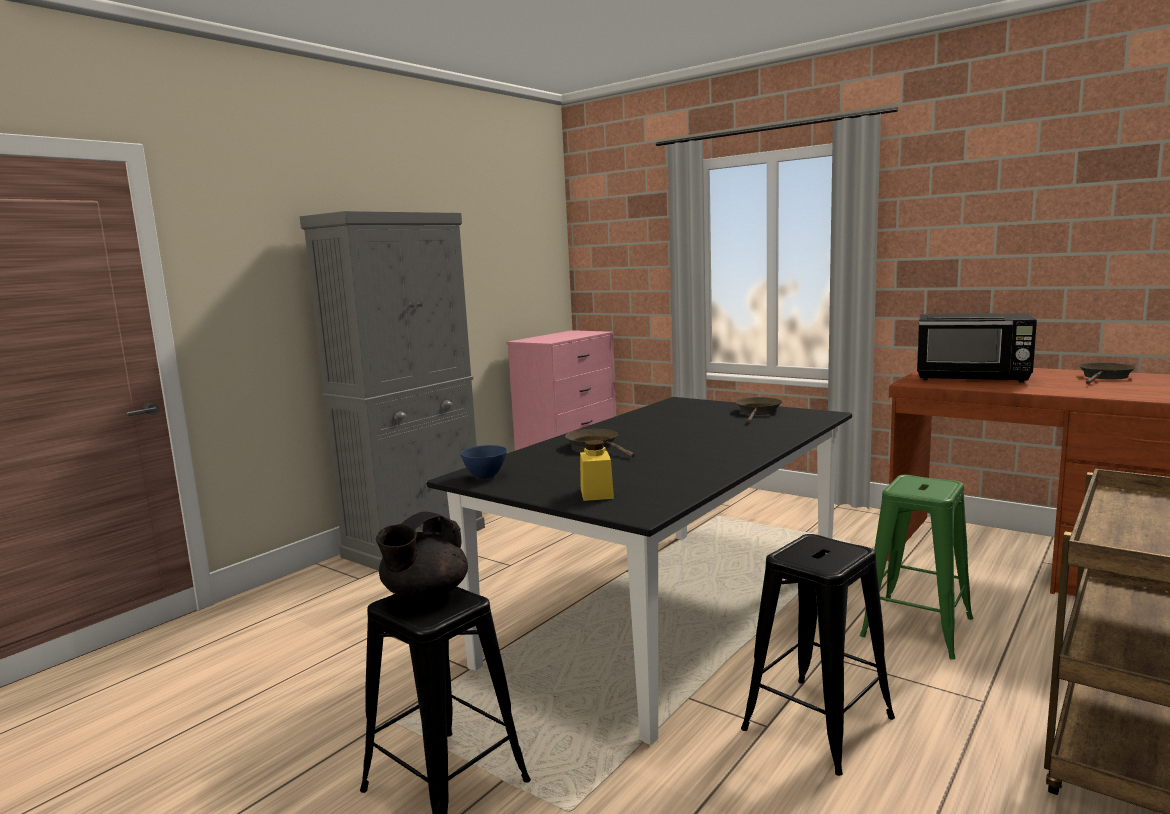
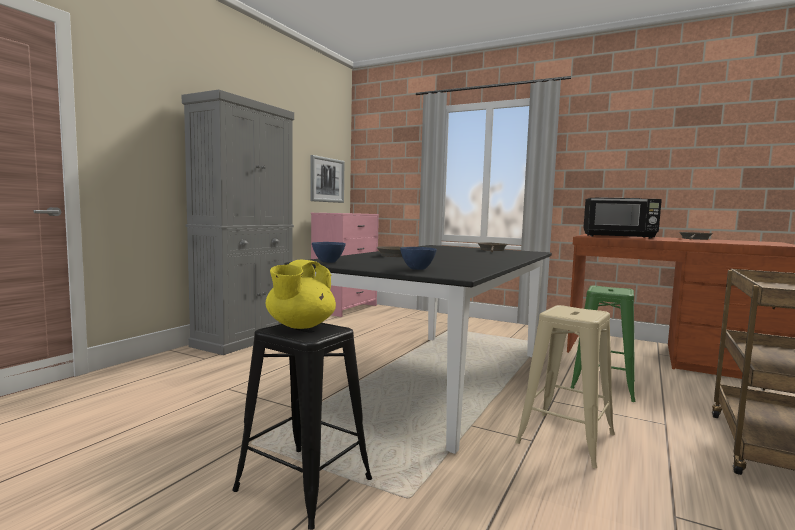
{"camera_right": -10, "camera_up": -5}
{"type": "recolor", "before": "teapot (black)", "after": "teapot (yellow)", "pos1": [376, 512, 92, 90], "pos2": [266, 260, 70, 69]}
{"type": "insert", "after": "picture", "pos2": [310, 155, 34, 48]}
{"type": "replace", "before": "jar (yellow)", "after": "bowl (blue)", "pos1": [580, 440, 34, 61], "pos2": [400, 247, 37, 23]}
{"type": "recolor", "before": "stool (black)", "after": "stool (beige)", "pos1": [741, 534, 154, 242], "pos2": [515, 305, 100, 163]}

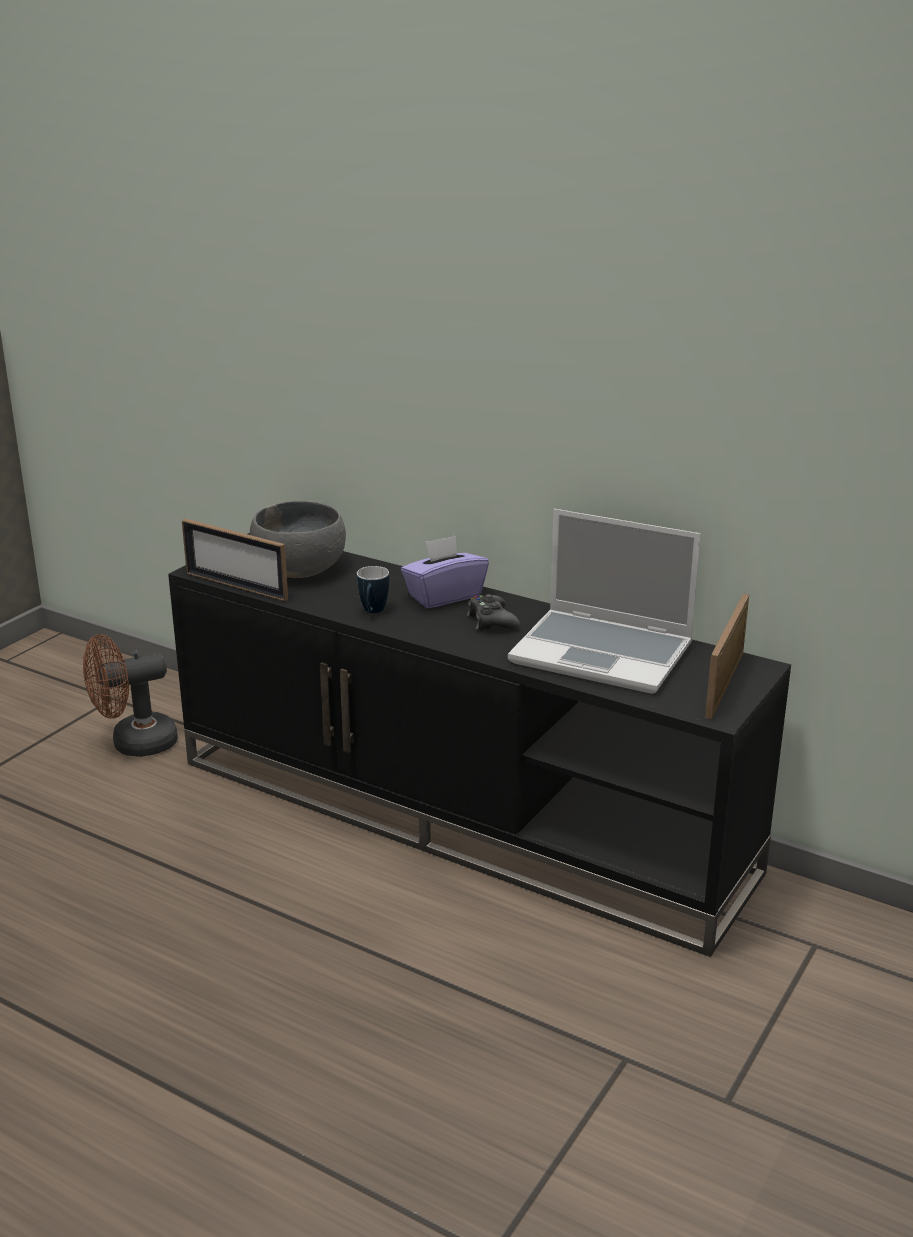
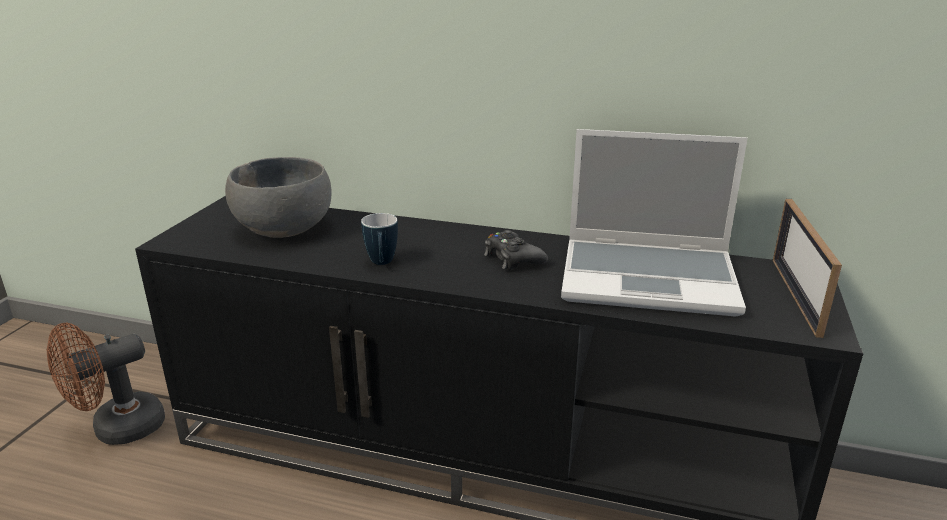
{"camera_right": -15, "camera_up": 0}
{"type": "delete", "before": "picture frame", "pos1": [182, 519, 106, 82]}
{"type": "delete", "before": "tissue box (purple)", "pos1": [401, 535, 88, 73]}

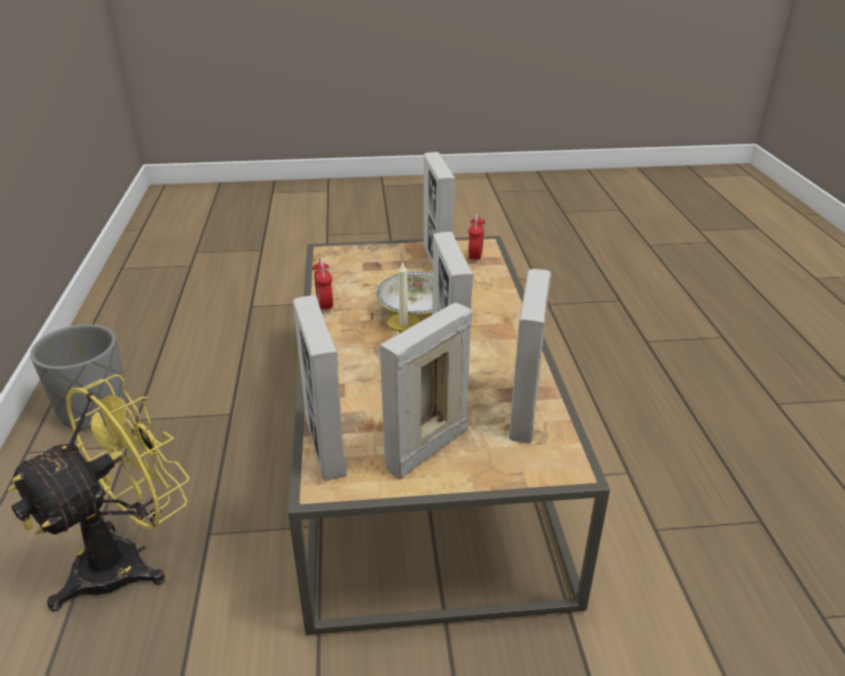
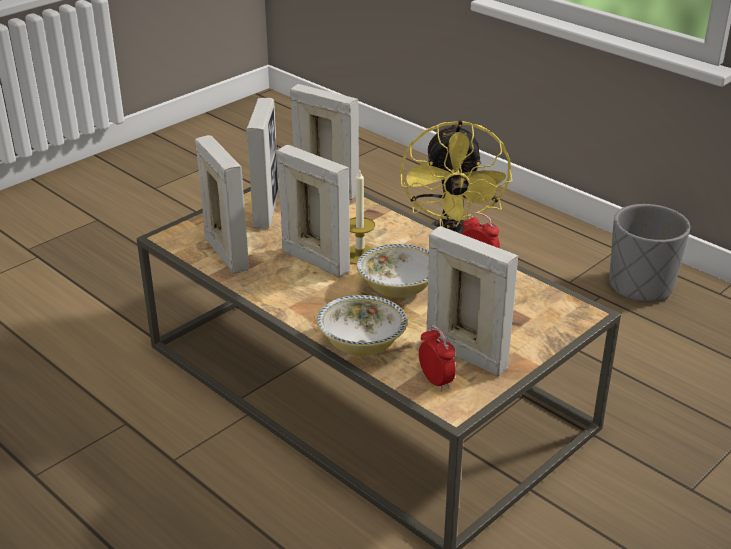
{"camera_right": 140, "camera_up": 0}
{"type": "insert", "after": "bowl", "pos2": [316, 295, 91, 61]}

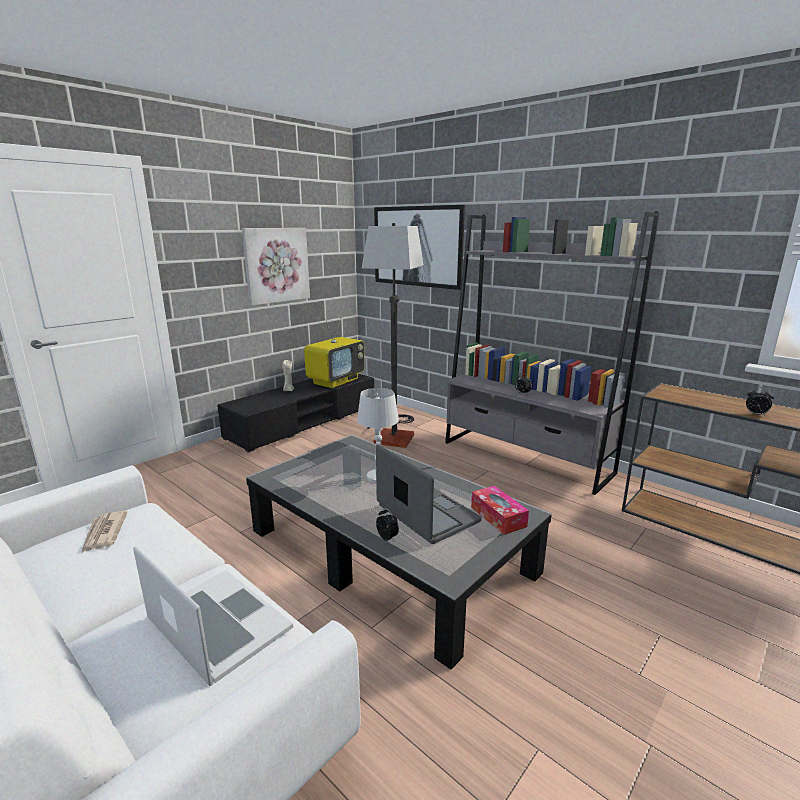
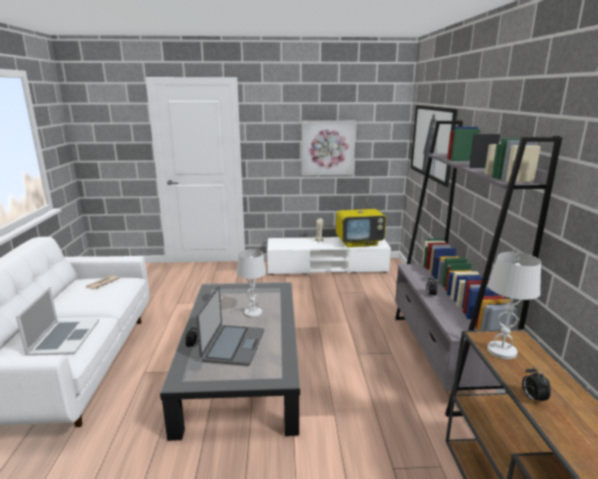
{"camera_right": 45, "camera_up": 0}
{"type": "recolor", "before": "tv stand (black)", "after": "tv stand (white)", "pos1": [217, 373, 157, 80], "pos2": [267, 237, 124, 38]}
{"type": "insert", "after": "table lamp (white)", "pos2": [487, 252, 54, 107]}
{"type": "delete", "before": "floor lamp", "pos1": [362, 223, 62, 225]}
{"type": "delete", "before": "tissue box", "pos1": [471, 486, 58, 49]}

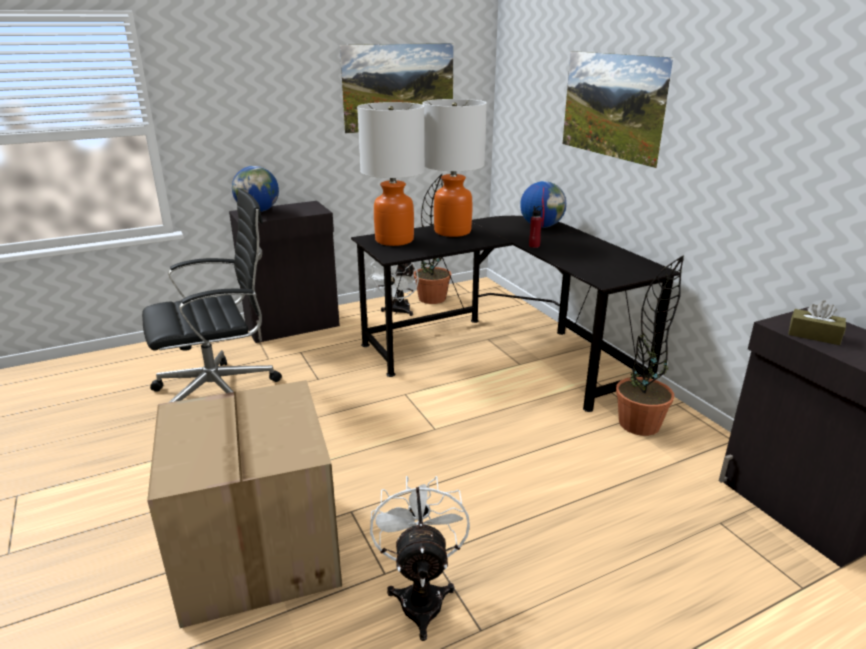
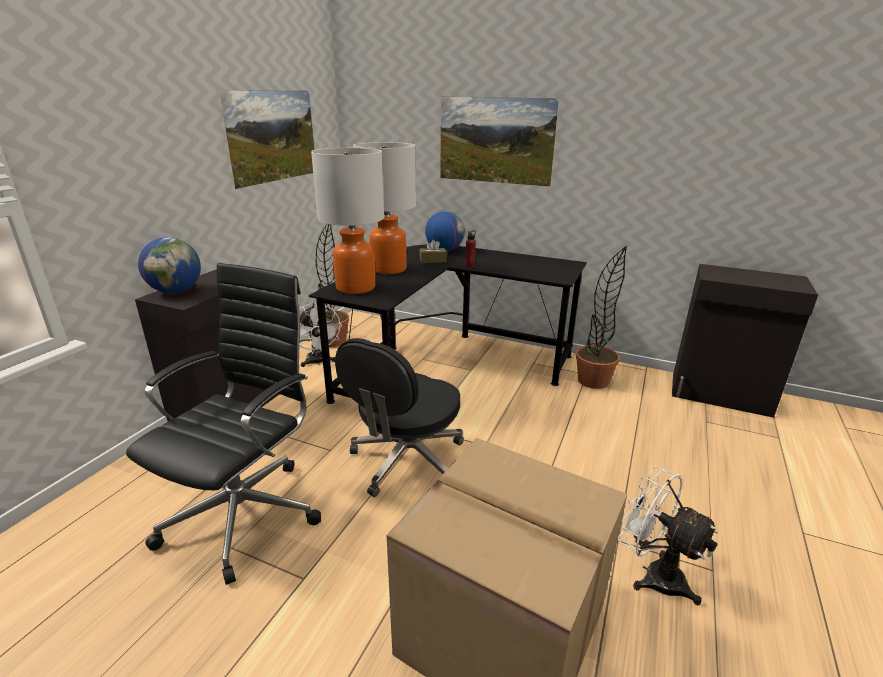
{"camera_right": -40, "camera_up": 0}
{"type": "insert", "after": "office chair (black)", "pos2": [335, 338, 129, 159]}
{"type": "move", "before": "tissue box (brown)", "pos1": [788, 300, 58, 45], "pos2": [419, 240, 28, 23]}

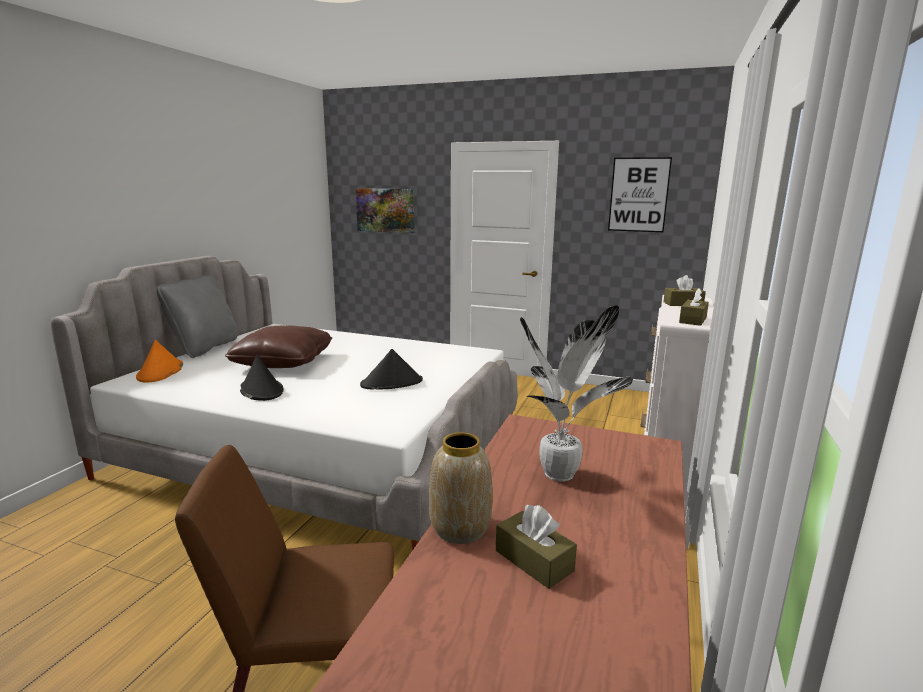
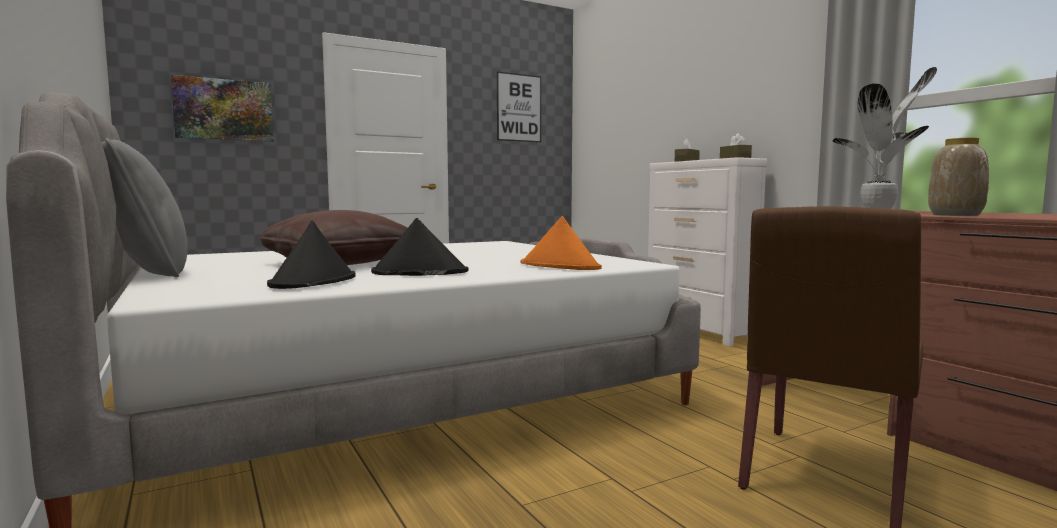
{"camera_right": -50, "camera_up": -10}
{"type": "move", "before": "hat (black)", "pos1": [360, 349, 63, 41], "pos2": [267, 221, 89, 68]}
{"type": "move", "before": "hat (orange)", "pos1": [136, 340, 47, 43], "pos2": [520, 216, 82, 54]}
{"type": "delete", "before": "tissue box (brown)", "pos1": [496, 505, 81, 84]}

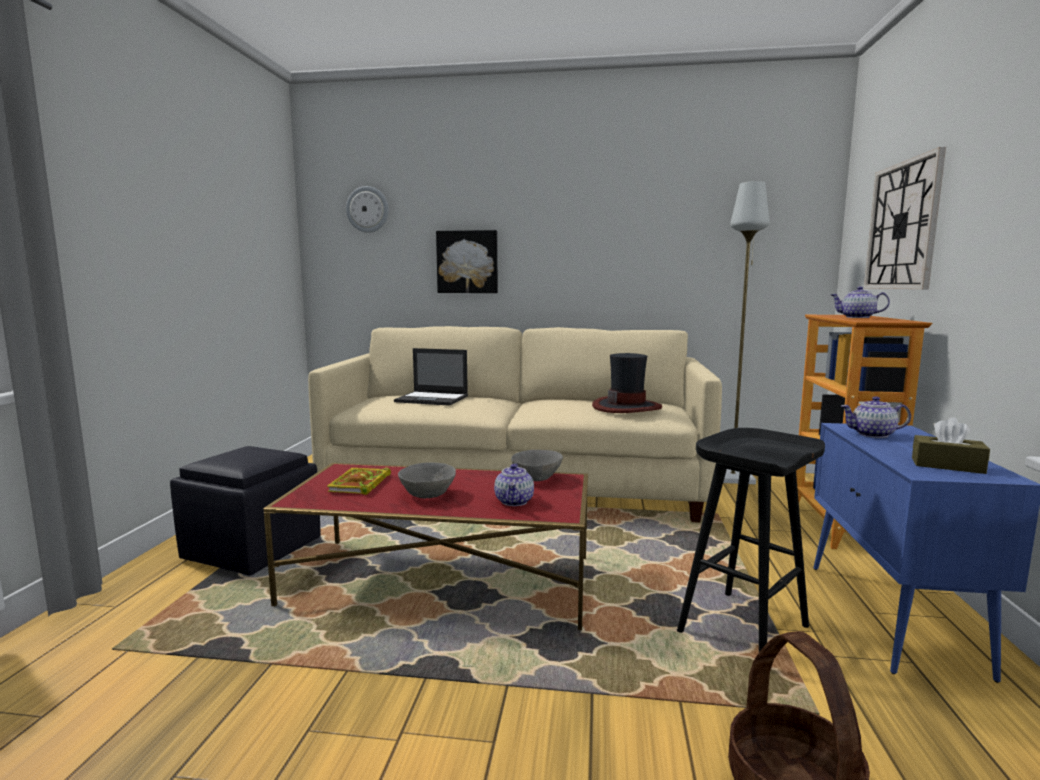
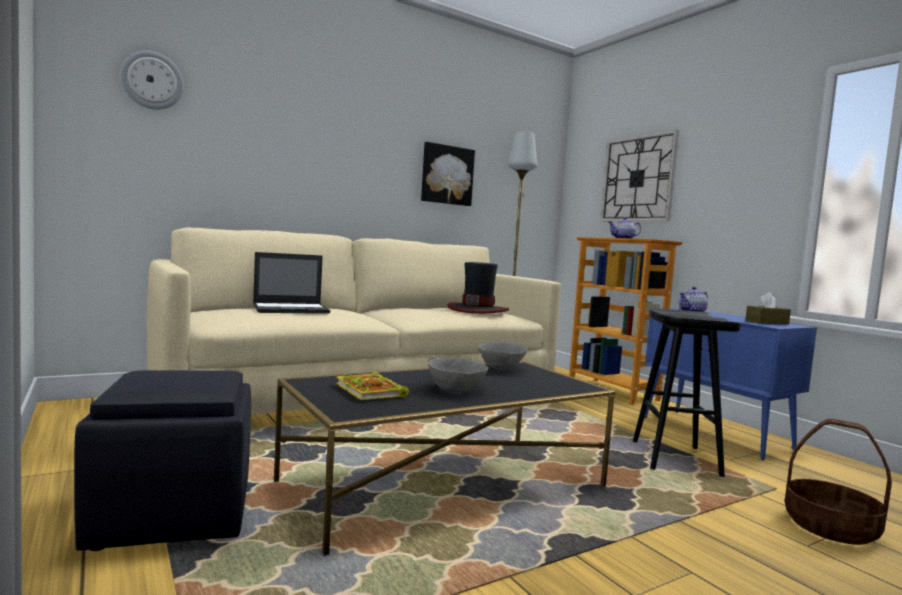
{"camera_right": -40, "camera_up": -5}
{"type": "recolor", "before": "coffee table (red)", "after": "coffee table (black)", "pos1": [263, 463, 325, 167], "pos2": [274, 361, 341, 195]}
{"type": "move", "before": "picture", "pos1": [436, 230, 62, 63], "pos2": [421, 142, 54, 64]}
{"type": "delete", "before": "teapot", "pos1": [494, 463, 40, 43]}

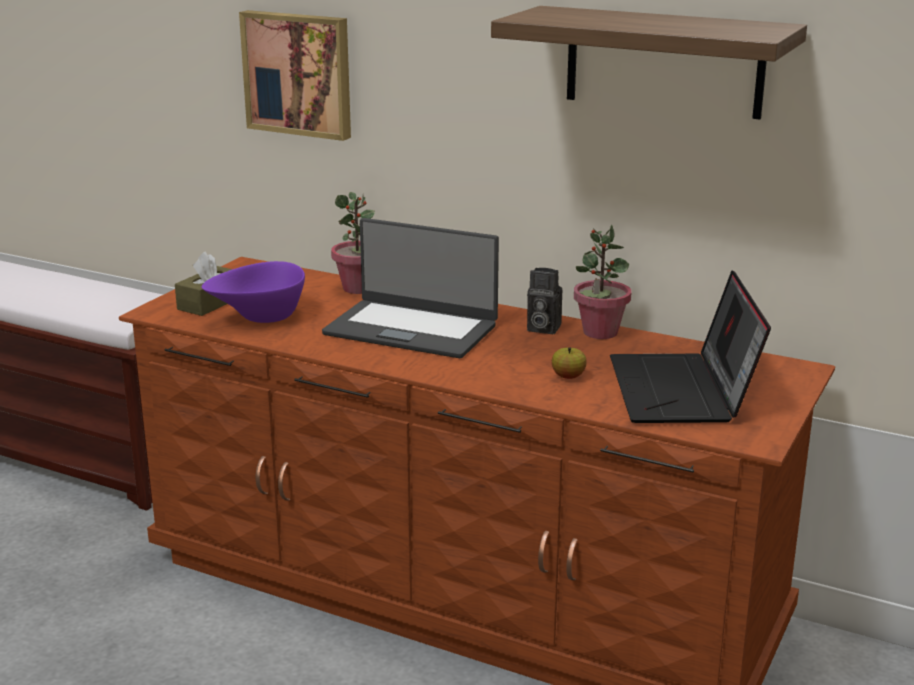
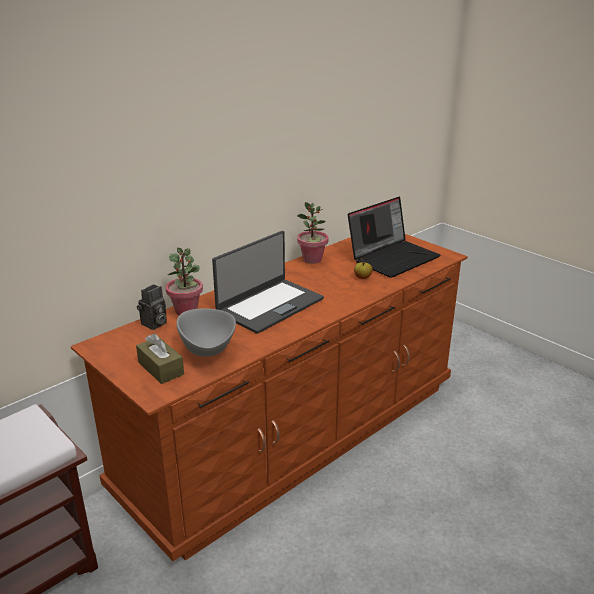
{"camera_right": -70, "camera_up": 5}
{"type": "move", "before": "photo camera", "pos1": [527, 268, 35, 66], "pos2": [137, 284, 30, 46]}
{"type": "recolor", "before": "bowl (purple)", "after": "bowl (grey)", "pos1": [202, 261, 103, 62], "pos2": [176, 308, 60, 49]}
{"type": "rotate", "before": "laptop", "pos1": [610, 270, 161, 153], "pos2": [348, 196, 92, 82], "turn": -60}
{"type": "delete", "before": "picture", "pos1": [239, 10, 112, 131]}
{"type": "delete", "before": "shelf", "pos1": [491, 6, 316, 113]}

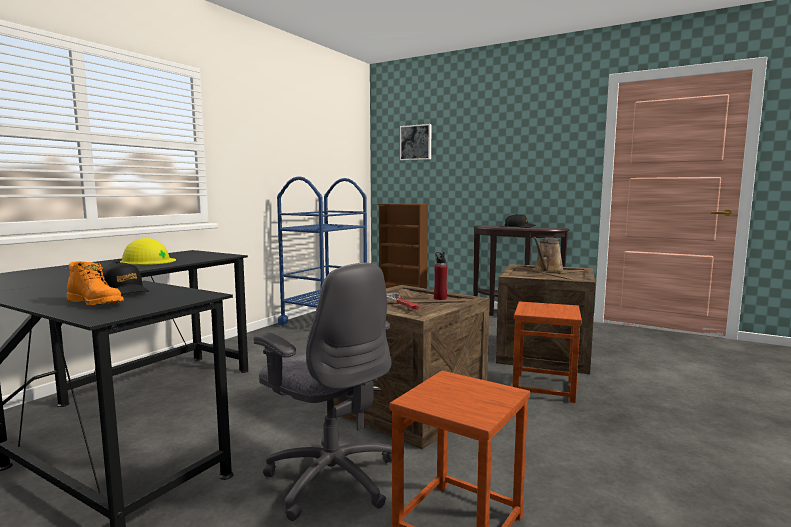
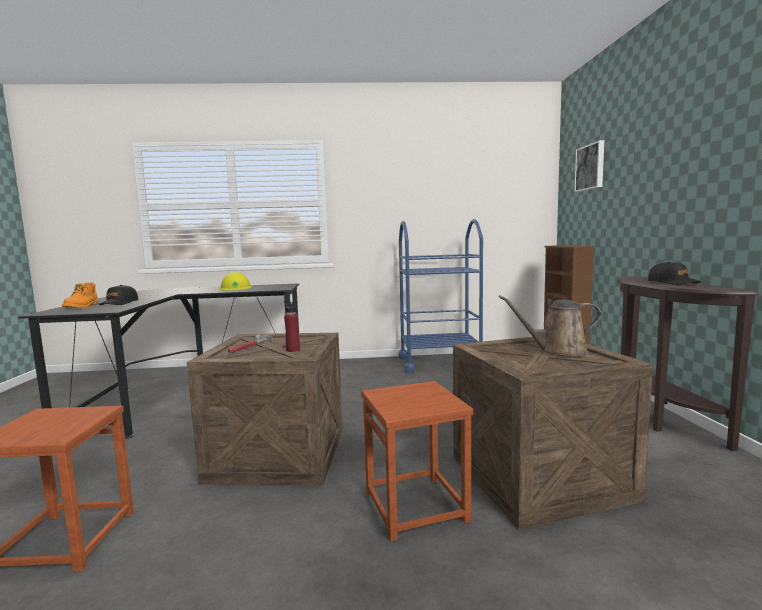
{"camera_right": 55, "camera_up": 0}
{"type": "delete", "before": "office chair (grey)", "pos1": [254, 263, 138, 258]}

